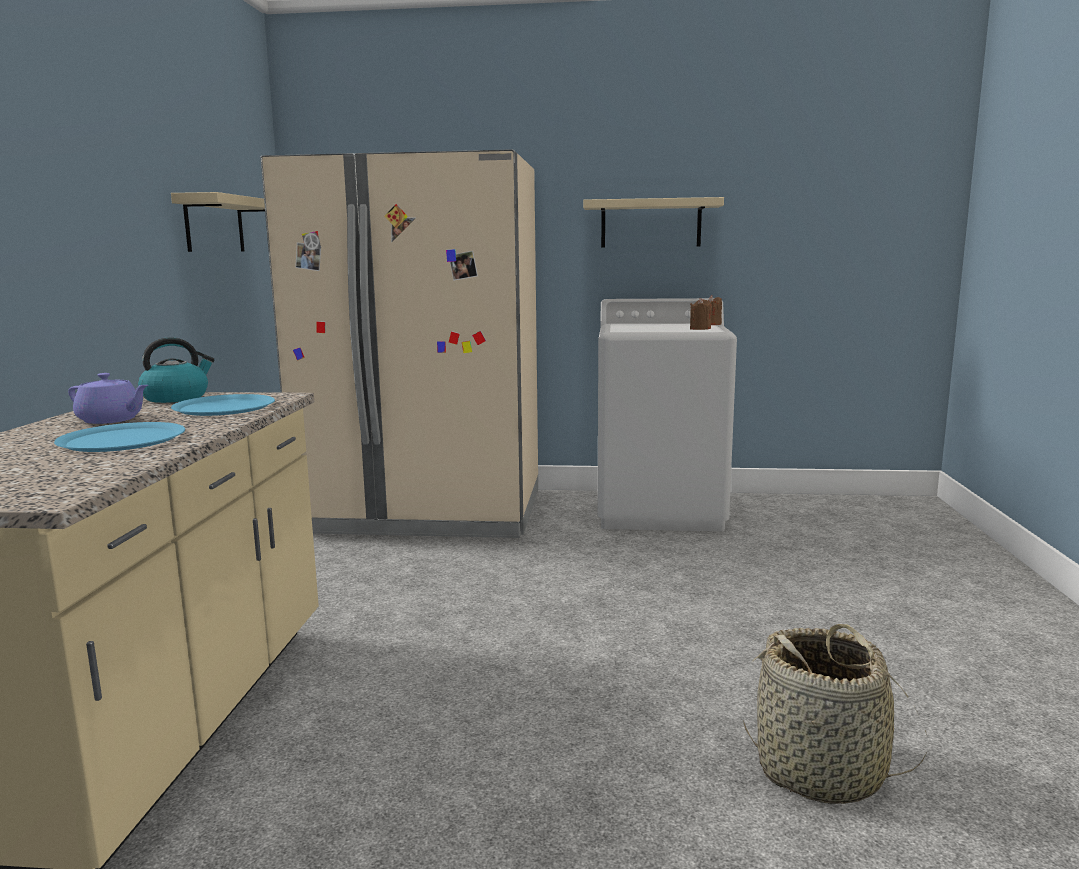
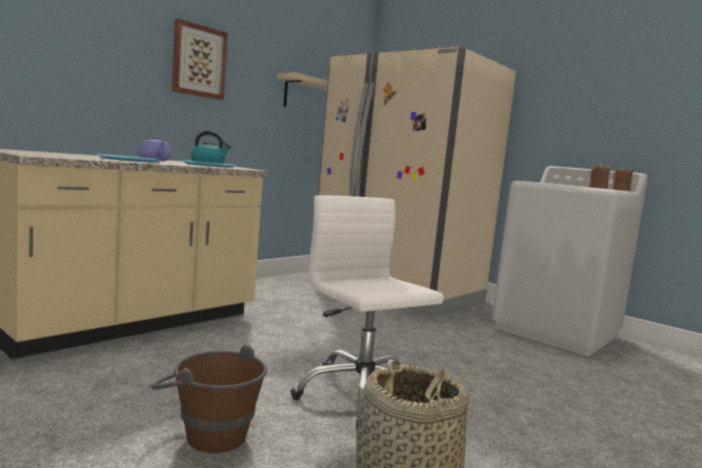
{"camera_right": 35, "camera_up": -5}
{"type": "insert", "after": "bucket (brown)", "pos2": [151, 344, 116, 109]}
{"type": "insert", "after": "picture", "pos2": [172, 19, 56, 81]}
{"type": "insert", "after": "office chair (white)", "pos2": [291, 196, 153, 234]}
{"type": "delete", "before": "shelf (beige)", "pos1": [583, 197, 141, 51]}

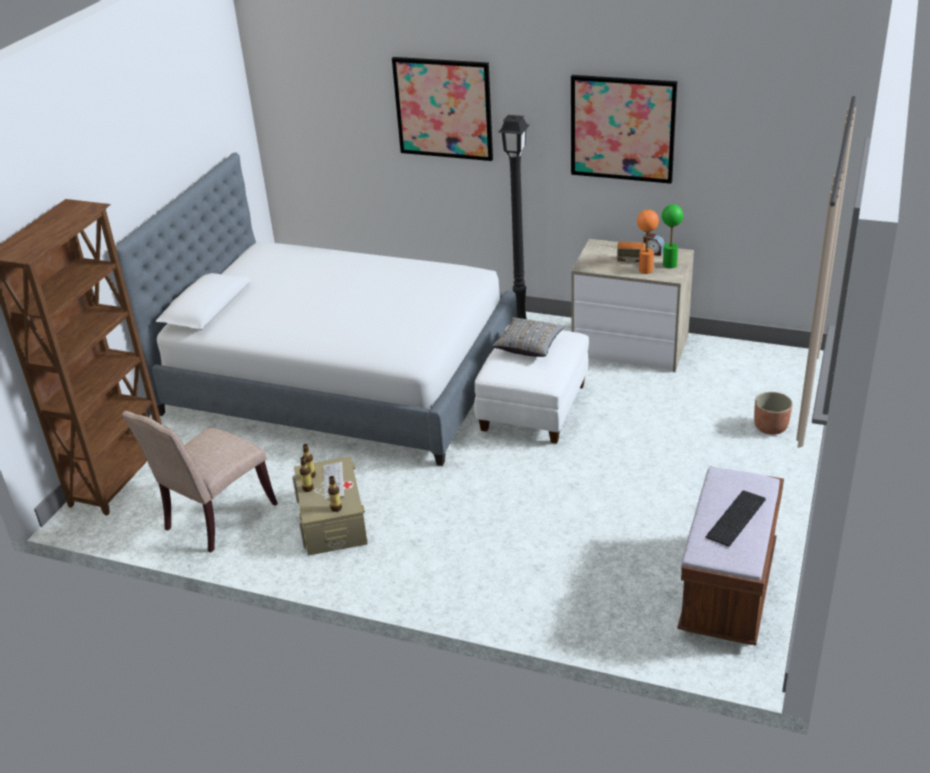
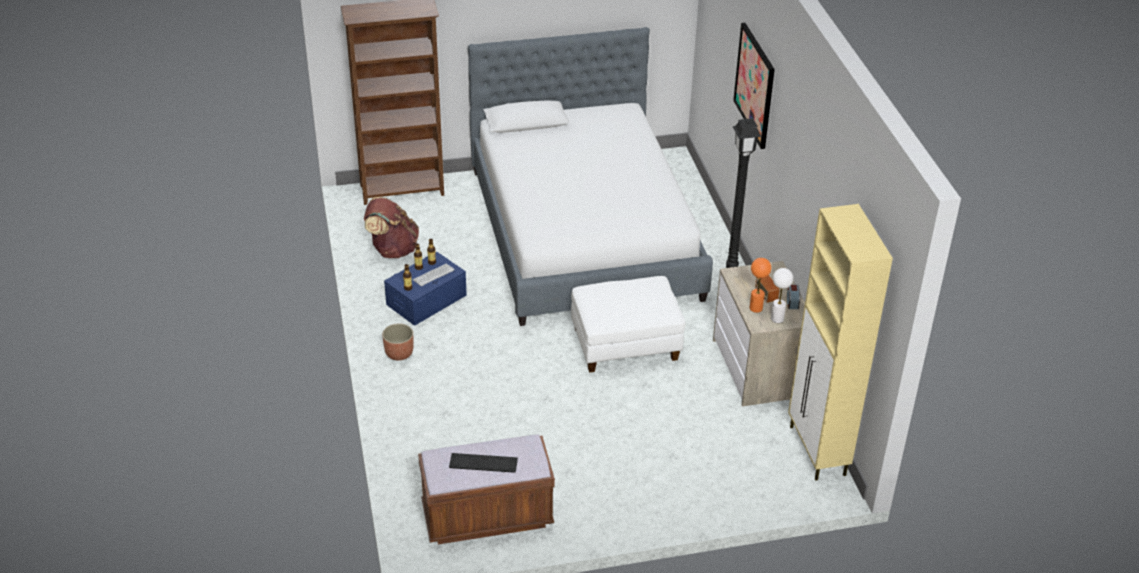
{"camera_right": 55, "camera_up": 5}
{"type": "replace", "before": "chair (beige)", "after": "backpack (brown)", "pos1": [122, 411, 156, 141], "pos2": [364, 197, 55, 61]}
{"type": "move", "before": "planter", "pos1": [754, 392, 39, 43], "pos2": [382, 323, 32, 38]}
{"type": "recolor", "before": "storage box (beige)", "after": "storage box (blue)", "pos1": [292, 457, 76, 99], "pos2": [384, 252, 83, 74]}
{"type": "recolor", "before": "table lamp (green)", "after": "table lamp (white)", "pos1": [662, 204, 21, 64], "pos2": [771, 268, 22, 55]}
{"type": "insert", "after": "cabinet (beige)", "pos2": [788, 204, 105, 277]}
{"type": "delete", "before": "pillow (grey)", "pos1": [492, 317, 73, 40]}
{"type": "delete", "before": "picture", "pos1": [571, 75, 106, 109]}

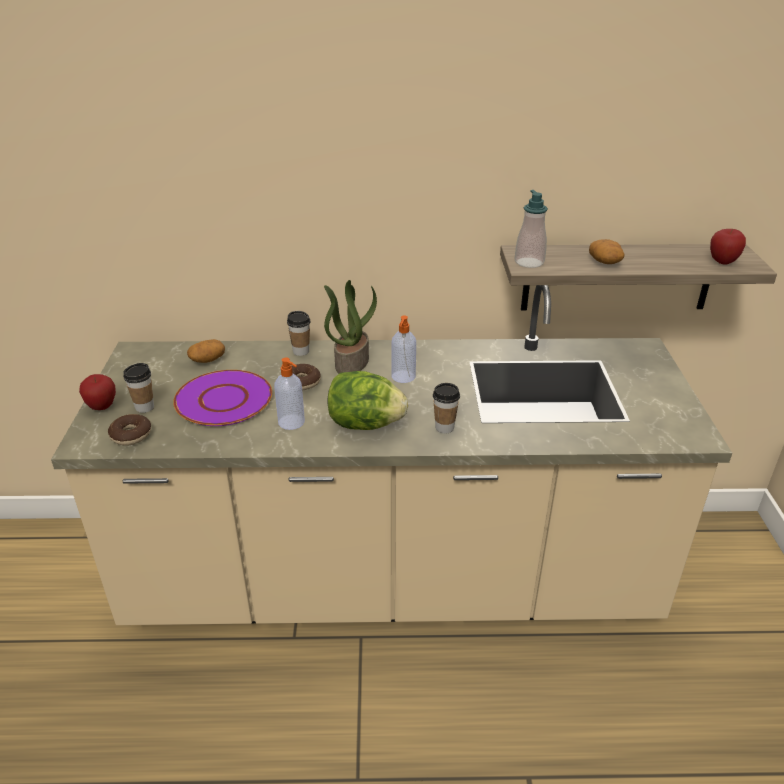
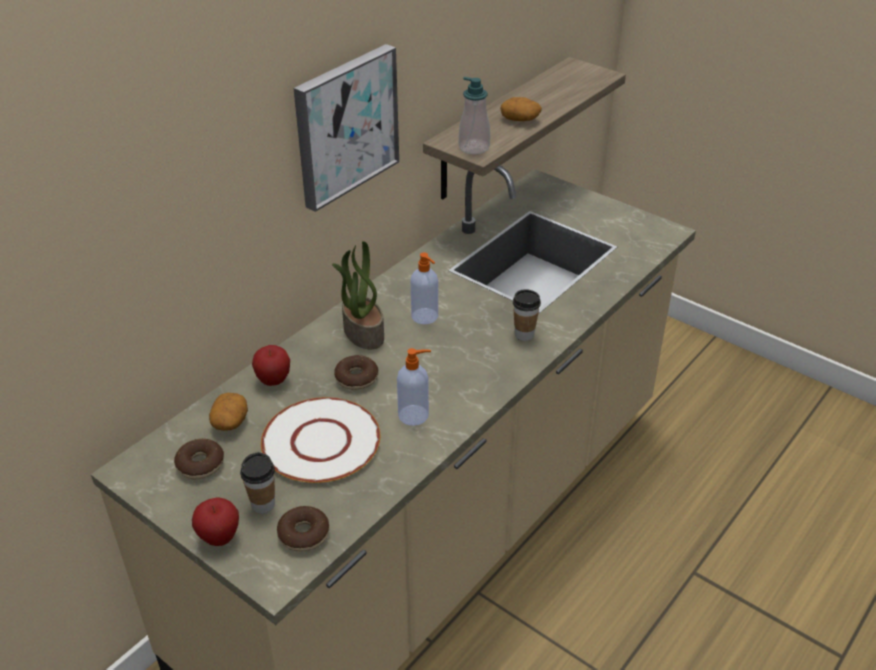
{"camera_right": -50, "camera_up": 5}
{"type": "insert", "after": "donut", "pos2": [174, 439, 50, 41]}
{"type": "move", "before": "apple", "pos1": [710, 229, 36, 35], "pos2": [252, 345, 38, 41]}
{"type": "recolor", "before": "plate (purple)", "after": "plate (white)", "pos1": [173, 370, 99, 56], "pos2": [261, 397, 119, 86]}
{"type": "insert", "after": "picture", "pos2": [294, 44, 105, 168]}
{"type": "delete", "before": "cup", "pos1": [287, 311, 24, 45]}
{"type": "delete", "before": "lettuce", "pos1": [328, 371, 80, 59]}

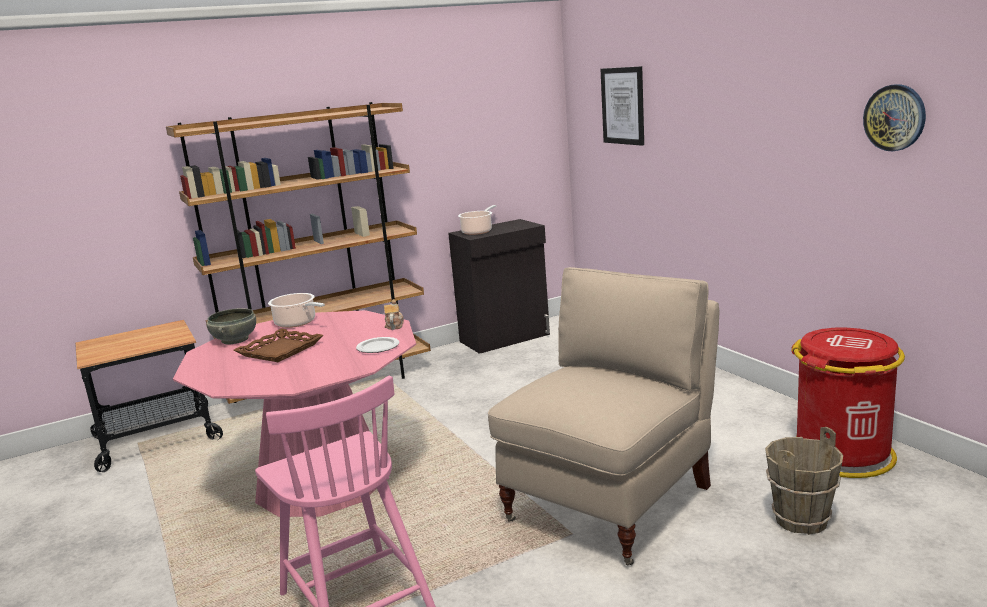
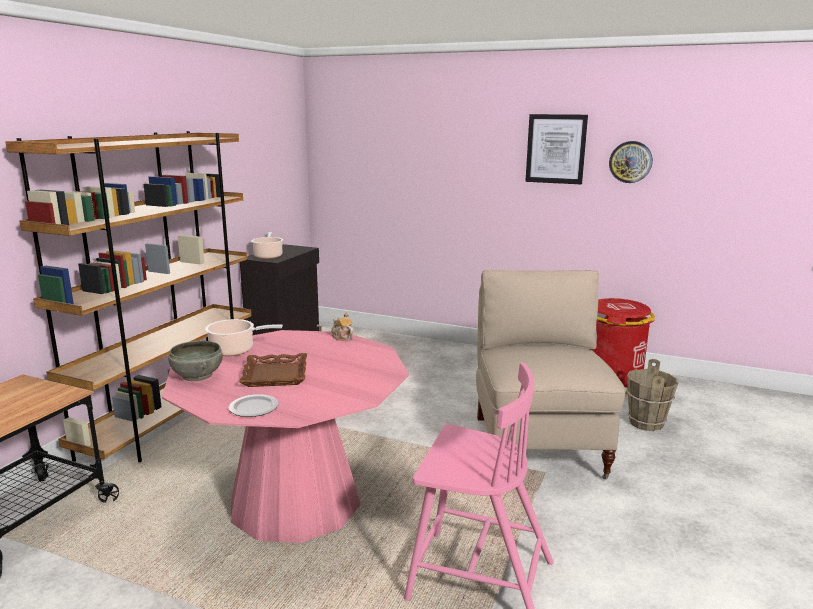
{"camera_right": -40, "camera_up": 0}
{"type": "move", "before": "plate", "pos1": [356, 337, 43, 16], "pos2": [229, 394, 50, 23]}
{"type": "move", "before": "picture", "pos1": [600, 66, 44, 80], "pos2": [525, 114, 63, 71]}

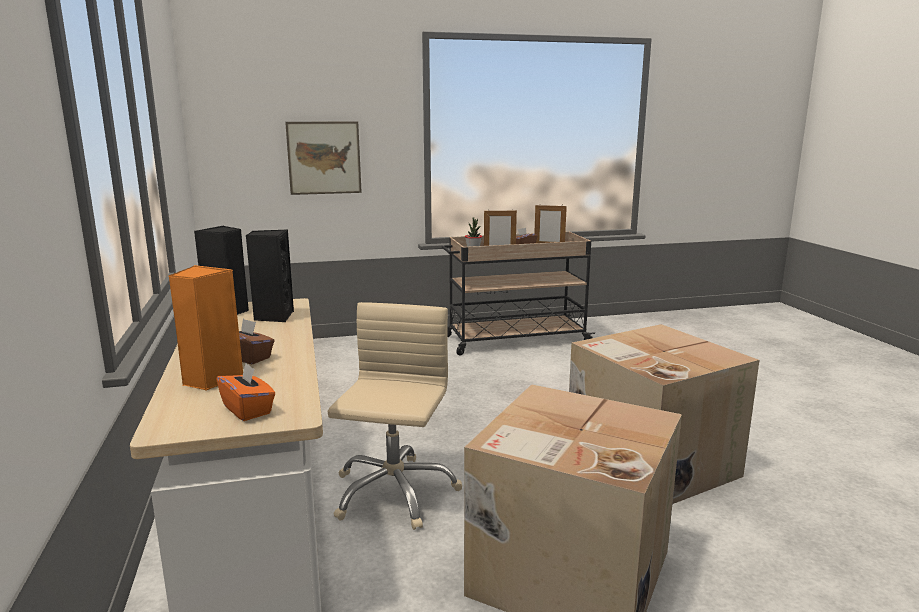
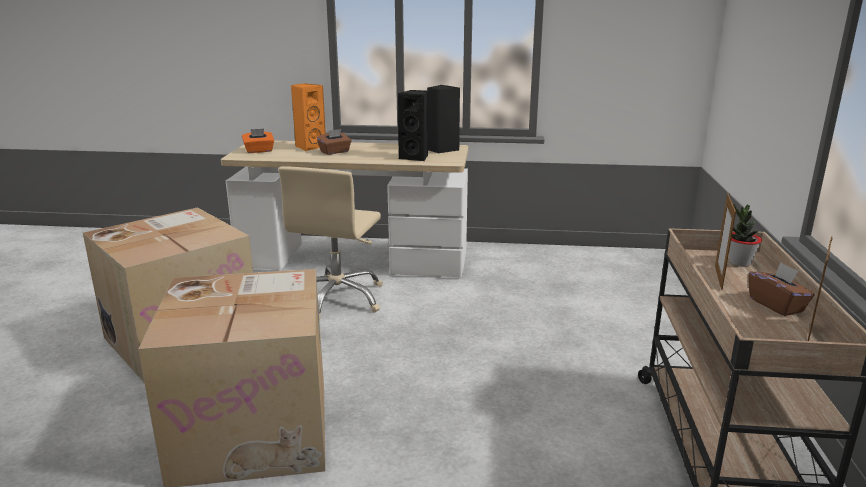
{"camera_right": 110, "camera_up": 5}
{"type": "rotate", "before": "office chair (beige)", "pos1": [327, 302, 136, 228], "pos2": [279, 166, 104, 154], "turn": 75}
{"type": "delete", "before": "picture", "pos1": [285, 122, 77, 73]}

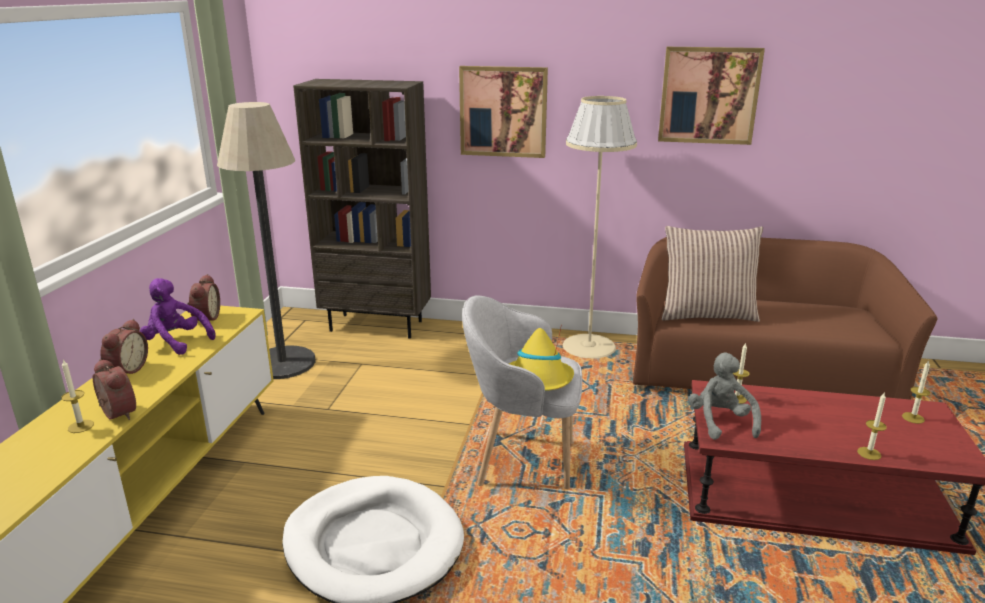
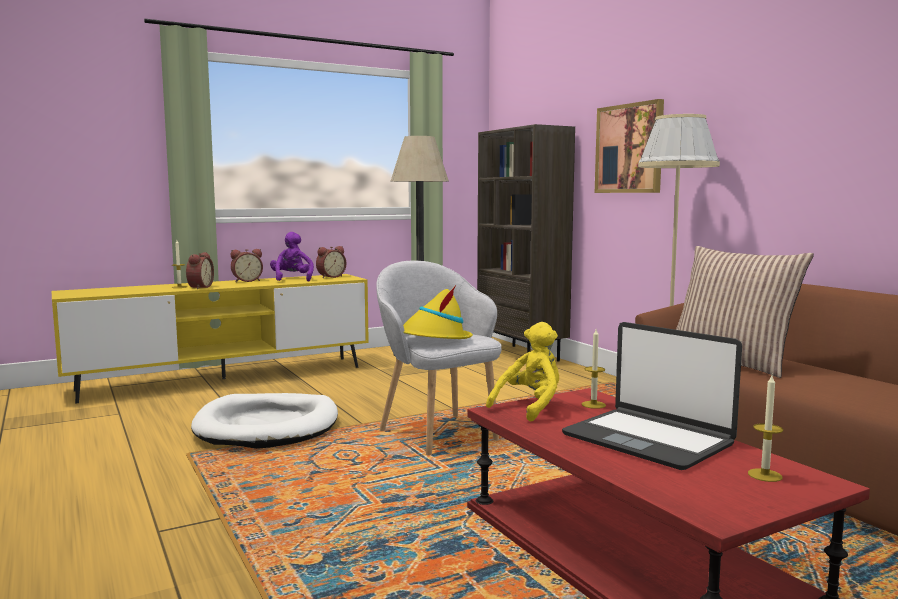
{"camera_right": 50, "camera_up": -15}
{"type": "recolor", "before": "plush toy (grey)", "after": "plush toy (yellow)", "pos1": [689, 353, 72, 87], "pos2": [486, 322, 73, 100]}
{"type": "insert", "after": "laptop", "pos2": [562, 322, 180, 148]}
{"type": "delete", "before": "picture", "pos1": [658, 47, 107, 98]}
{"type": "delete", "before": "candle", "pos1": [857, 393, 30, 67]}

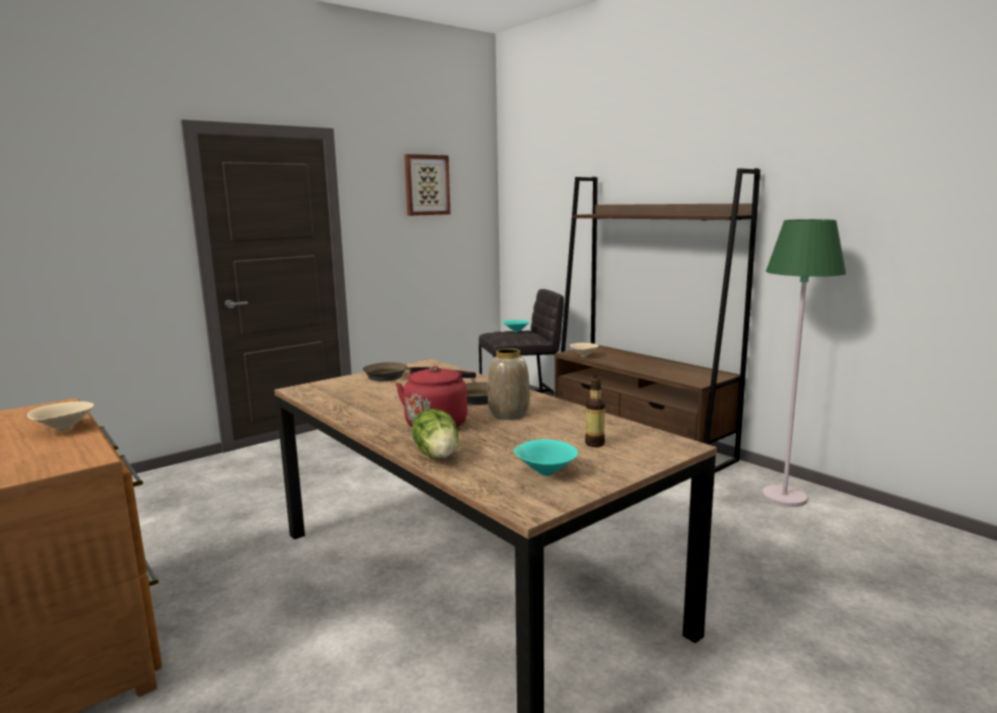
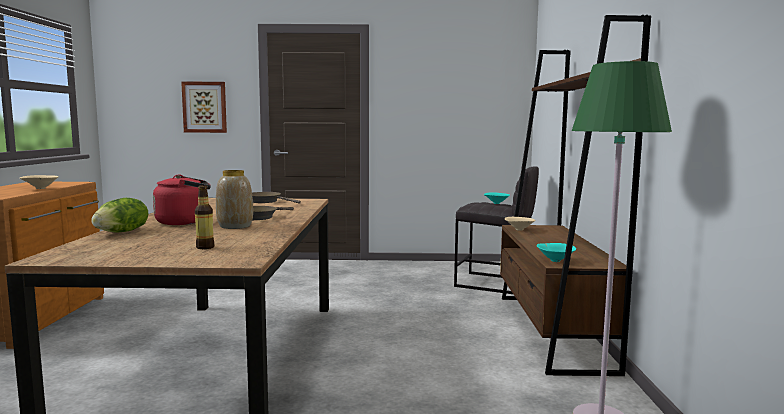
{"camera_right": 40, "camera_up": -5}
{"type": "move", "before": "picture", "pos1": [404, 154, 47, 62], "pos2": [181, 81, 46, 52]}
{"type": "move", "before": "bowl (turquoise)", "pos1": [514, 439, 64, 37], "pos2": [537, 243, 39, 19]}

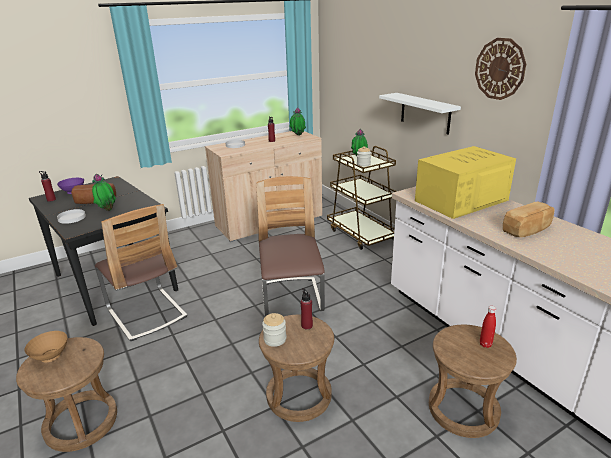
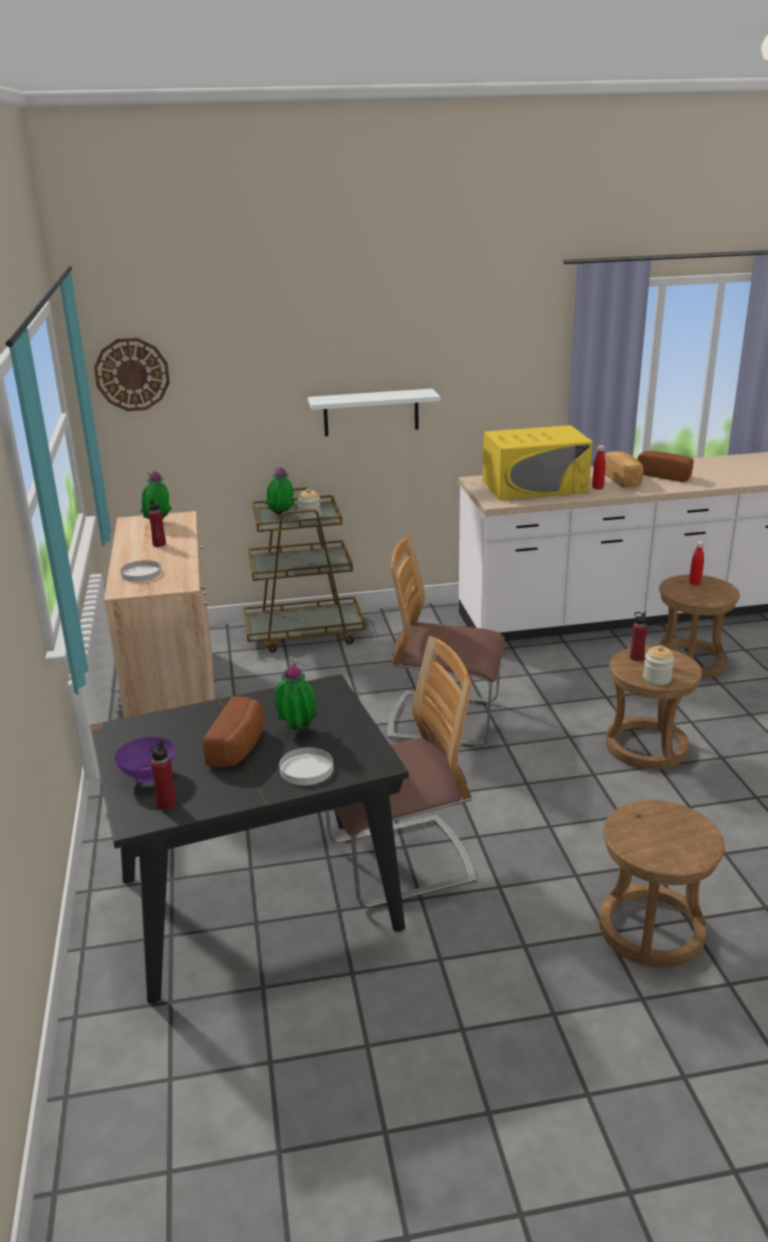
{"camera_right": -70, "camera_up": 0}
{"type": "move", "before": "wall clock", "pos1": [475, 38, 51, 62], "pos2": [94, 338, 76, 73]}
{"type": "rotate", "before": "microwave (yellow)", "pos1": [415, 146, 101, 73], "pos2": [483, 425, 110, 75], "turn": -90}
{"type": "insert", "after": "bottle (red)", "pos2": [592, 445, 14, 45]}
{"type": "insert", "after": "bread", "pos2": [637, 451, 57, 31]}
{"type": "delete", "before": "bowl (brown)", "pos1": [24, 331, 43, 32]}

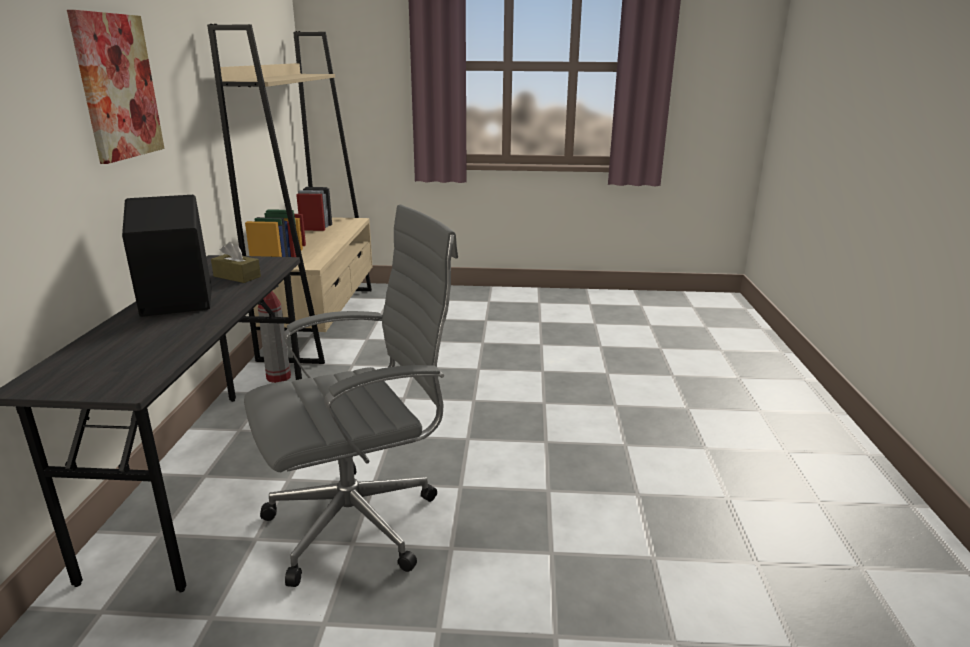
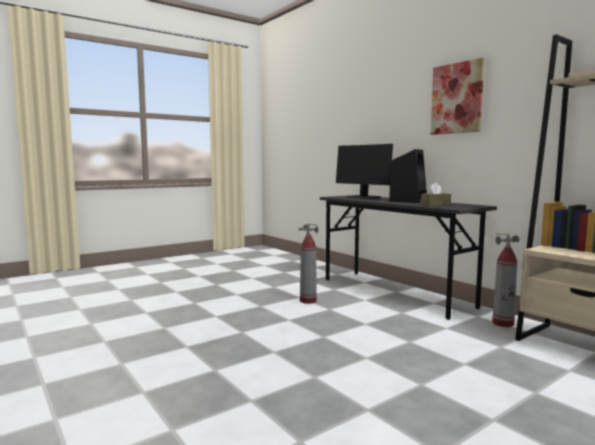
{"camera_right": 140, "camera_up": -15}
{"type": "replace", "before": "office chair (grey)", "after": "fire extinguisher", "pos1": [244, 205, 214, 382], "pos2": [299, 224, 19, 80]}
{"type": "insert", "after": "monitor", "pos2": [336, 144, 57, 55]}

